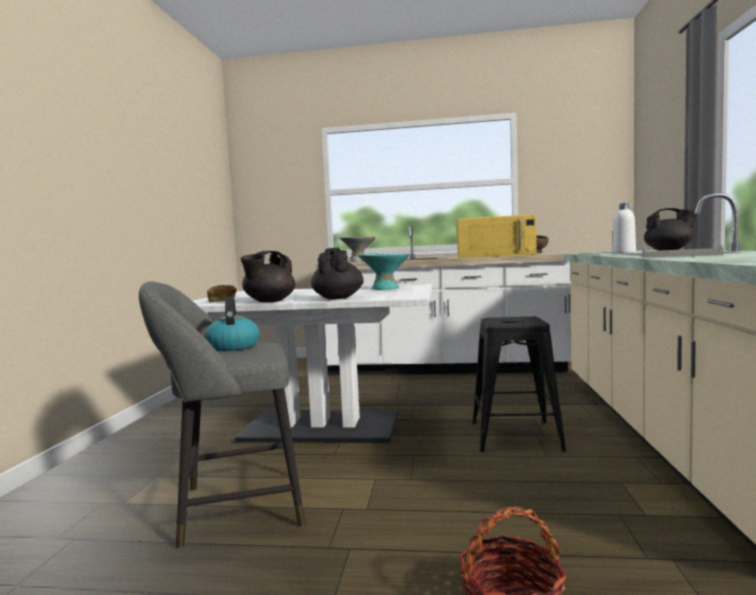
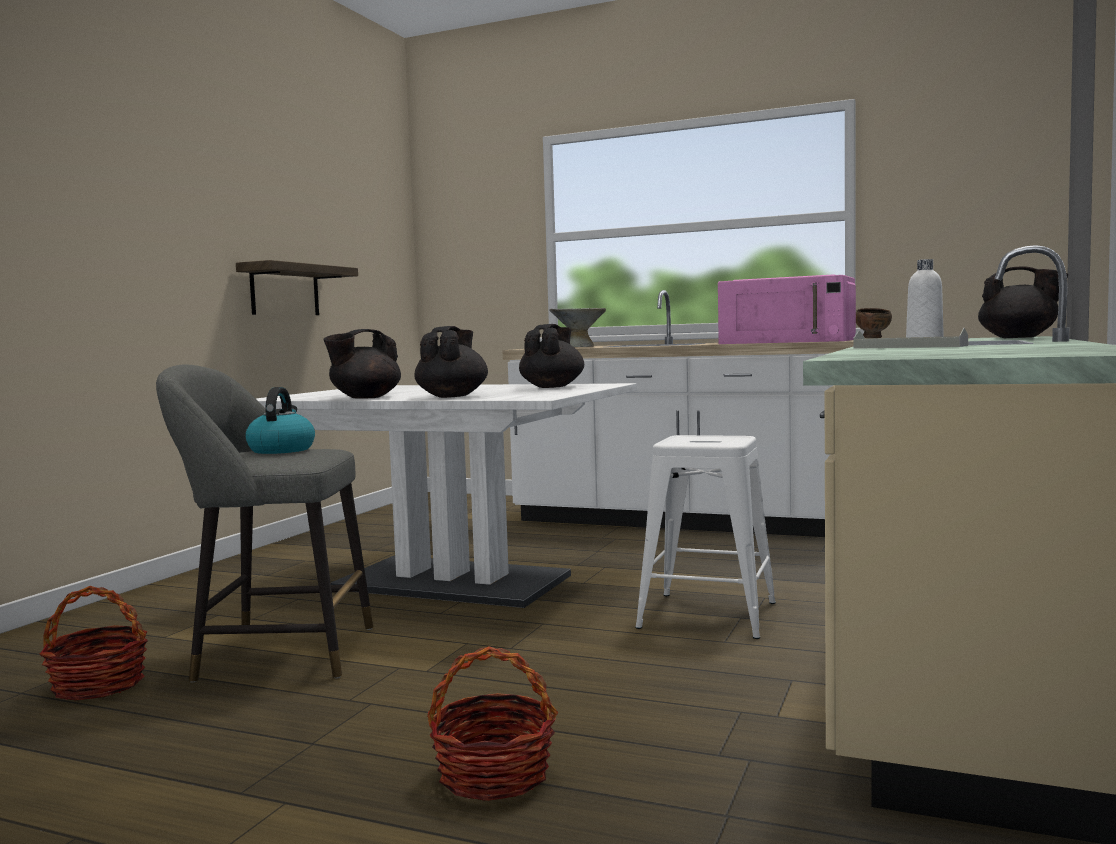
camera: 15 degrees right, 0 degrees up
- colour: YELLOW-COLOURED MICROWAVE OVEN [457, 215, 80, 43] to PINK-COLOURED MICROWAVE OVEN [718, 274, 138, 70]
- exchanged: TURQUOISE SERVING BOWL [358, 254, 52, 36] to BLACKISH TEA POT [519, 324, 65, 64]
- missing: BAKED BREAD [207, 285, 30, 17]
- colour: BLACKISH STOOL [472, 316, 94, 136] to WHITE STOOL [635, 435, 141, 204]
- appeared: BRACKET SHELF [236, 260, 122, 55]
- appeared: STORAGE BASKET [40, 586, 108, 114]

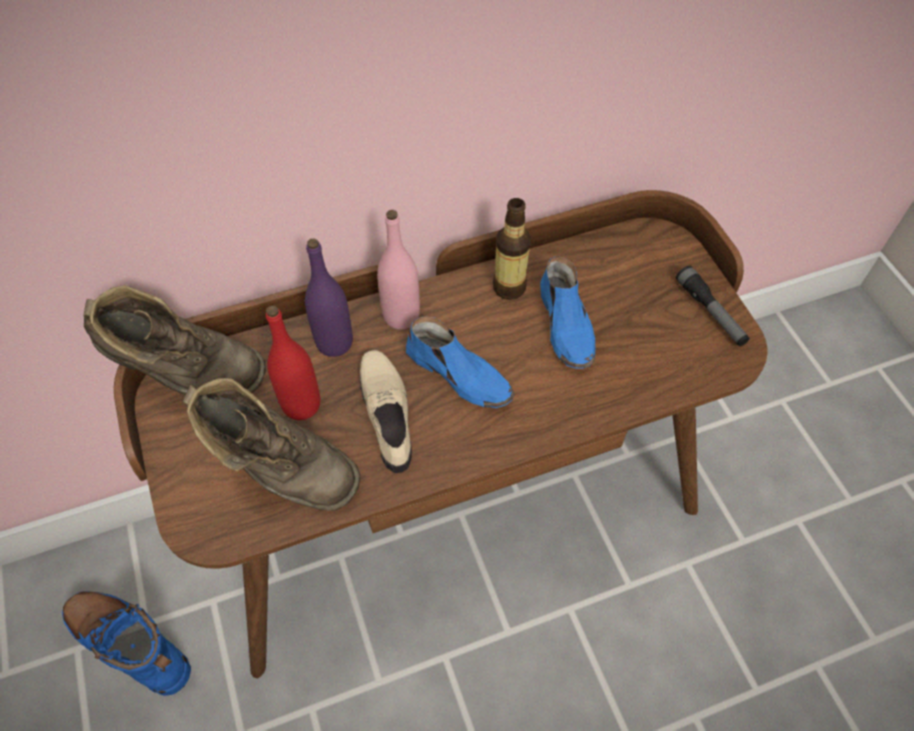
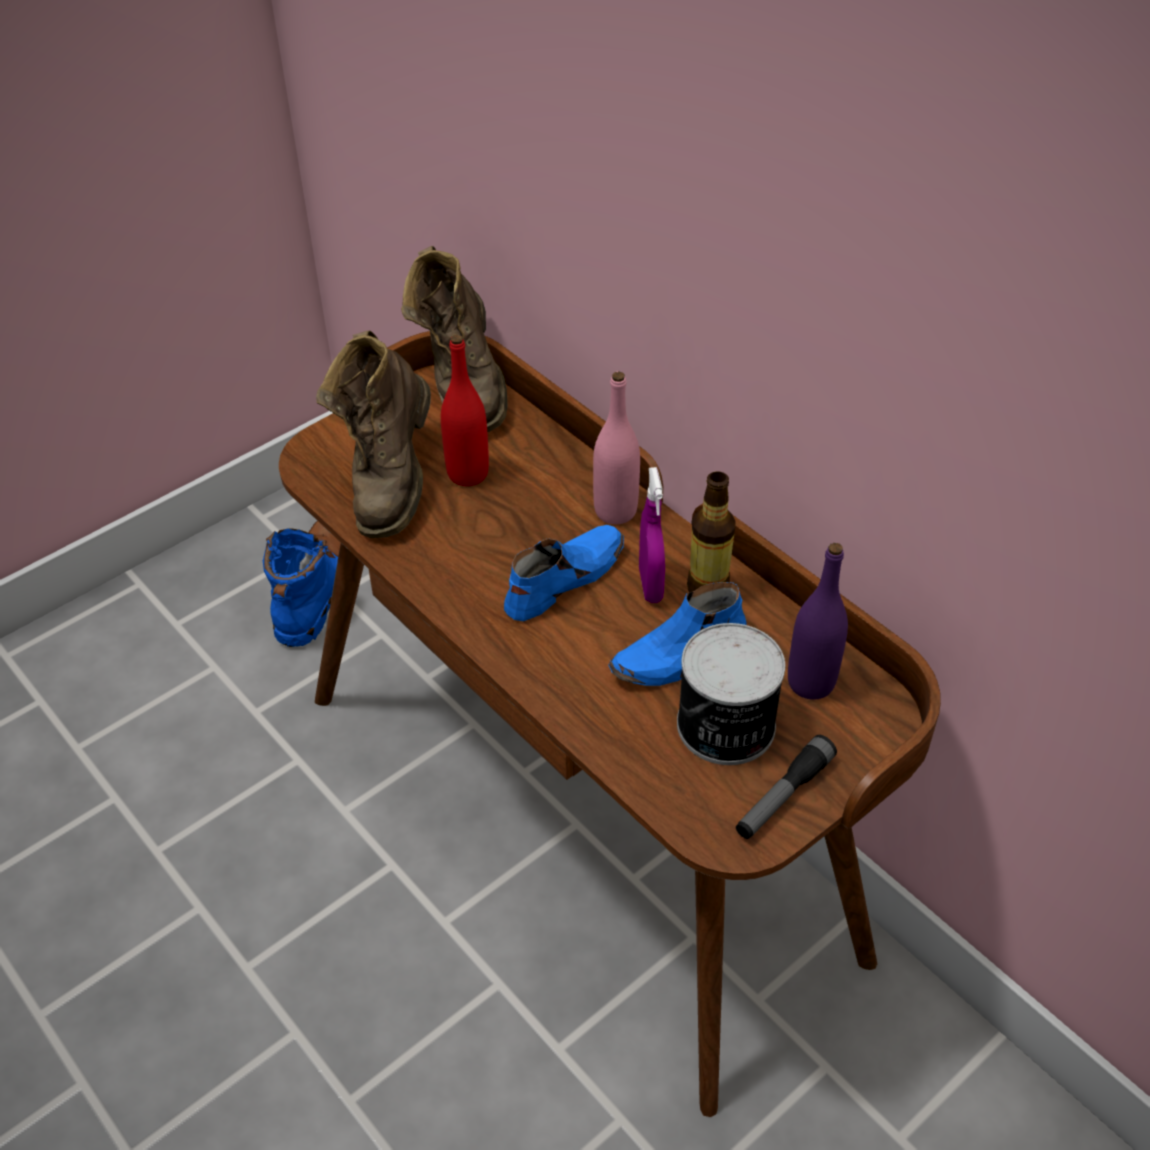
camera: 70 degrees right, 10 degrees down
- relocated: PURPLE BEVERAGE BOTTLE [305, 238, 48, 119] to [788, 543, 60, 157]
- spun: BLUISH LOW SHOE [406, 316, 109, 92] = [504, 525, 120, 96] 150 degrees counterclockwise
- missing: SAND-COLOURED LOW SHOE [360, 350, 52, 123]
- appeared: PURPLE HAND SPRAYER [639, 467, 26, 136]
- appeared: METAL CAN [677, 623, 108, 142]

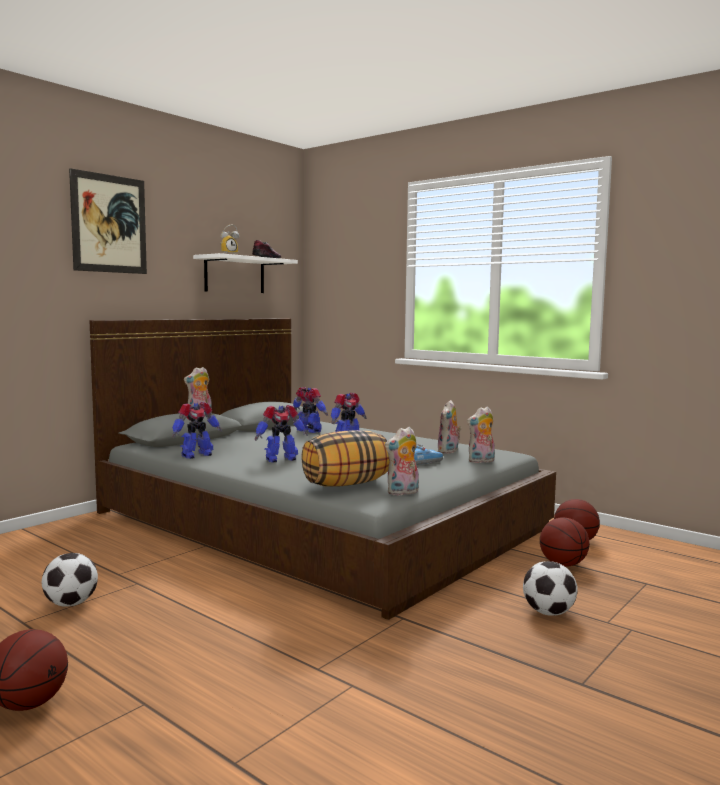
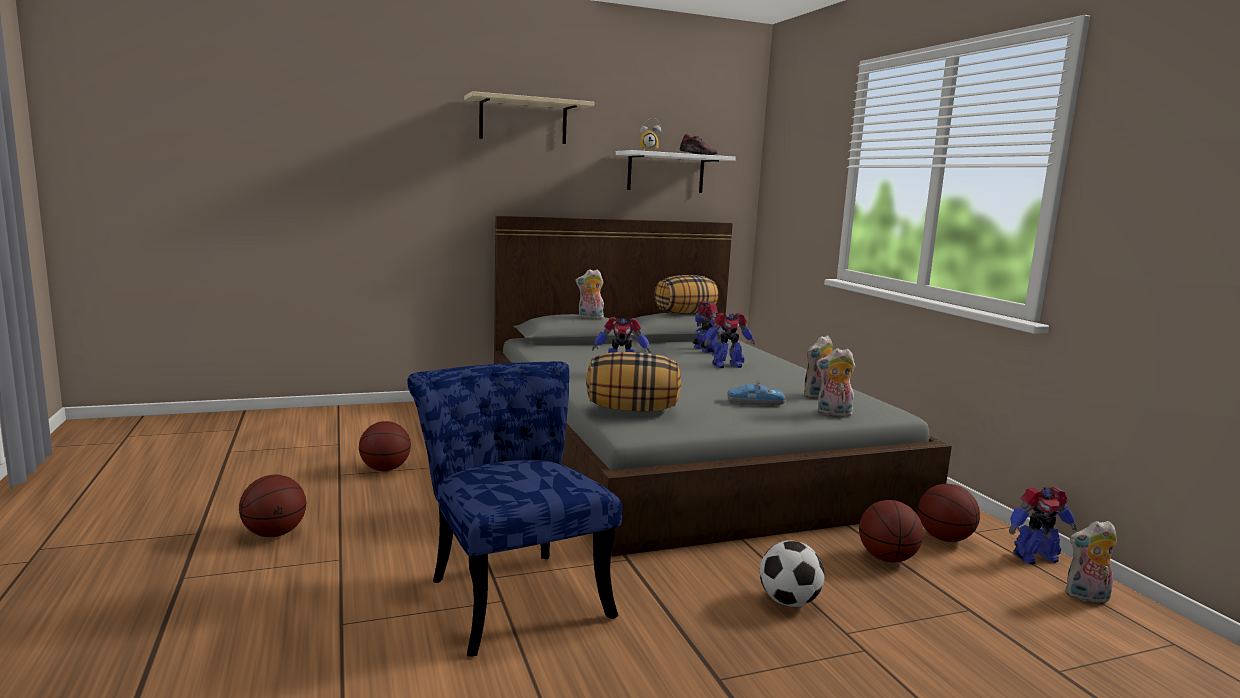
camera: 30 degrees right, 5 degrees up
- exchanged: WALL ART [69, 168, 78, 106] to SAND-COLOURED BRACKET SHELF [464, 91, 130, 53]
- relocated: TOY ROBOT [172, 402, 50, 57] to [1009, 487, 68, 77]
- relocated: PLUSH TOY [385, 427, 34, 68] to [1065, 521, 52, 82]
- exchanged: BALL FOR FOOTBALL [42, 553, 56, 54] to BASKETBALL BALL [359, 421, 52, 50]
- appeared: THROW PILLOW [655, 275, 64, 39]
- appeared: BLUISH PLAIN CHAIR [407, 361, 215, 296]

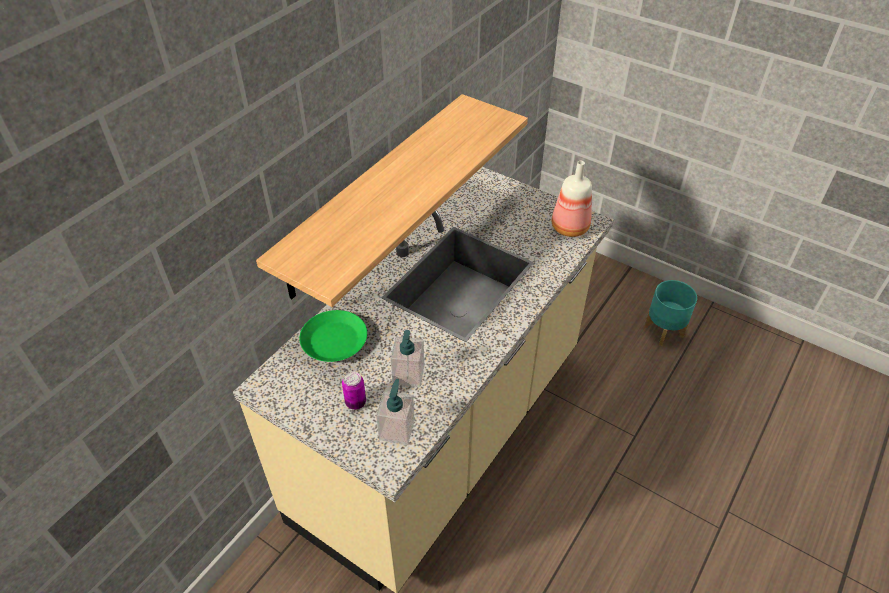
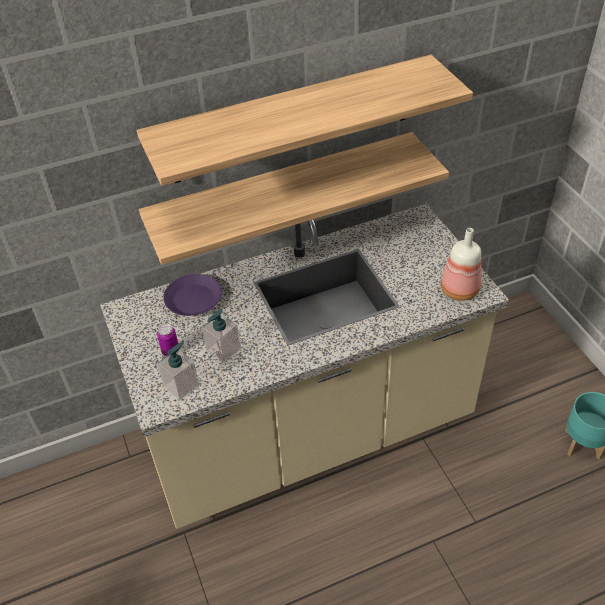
camera: 35 degrees right, 0 degrees up
- colour: GREEN-COLOURED DINNER PLATE [299, 310, 68, 52] to PURPLE DINNER PLATE [163, 274, 59, 42]
- appeared: BRACKET SHELF [137, 55, 336, 131]

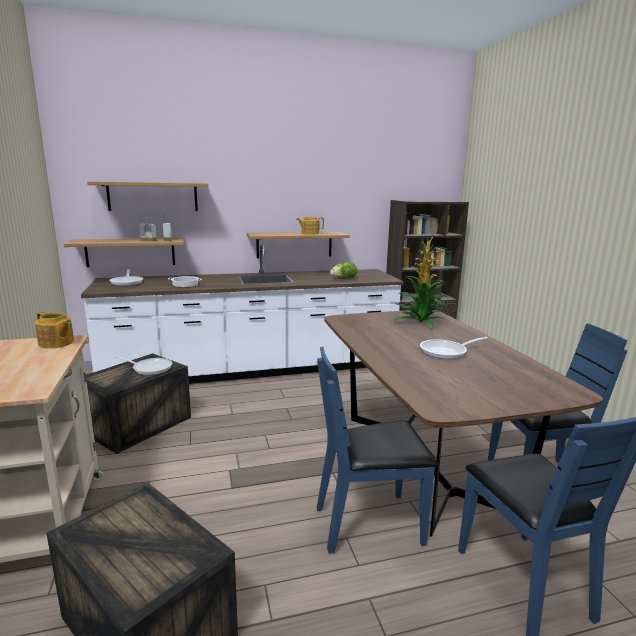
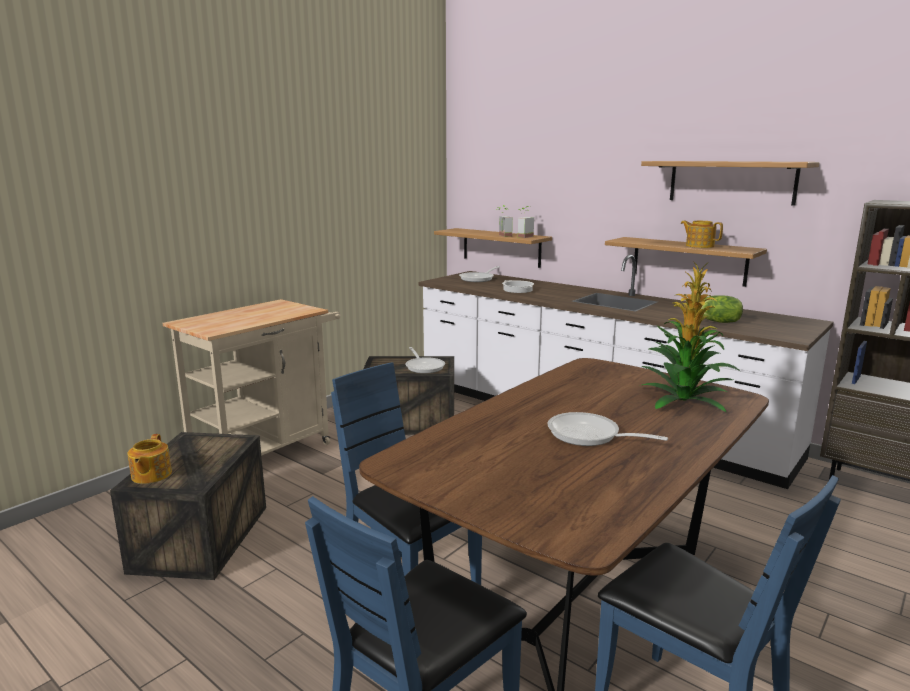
camera: 55 degrees right, 0 degrees up
- relocated: BRACKET SHELF [87, 181, 121, 30] to [641, 161, 178, 45]
- relocated: TEA POT [35, 312, 39, 36] to [128, 434, 44, 50]

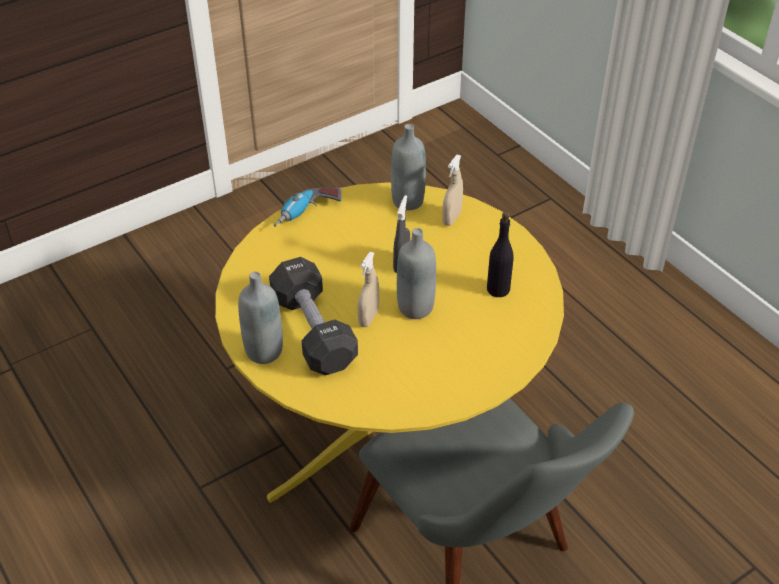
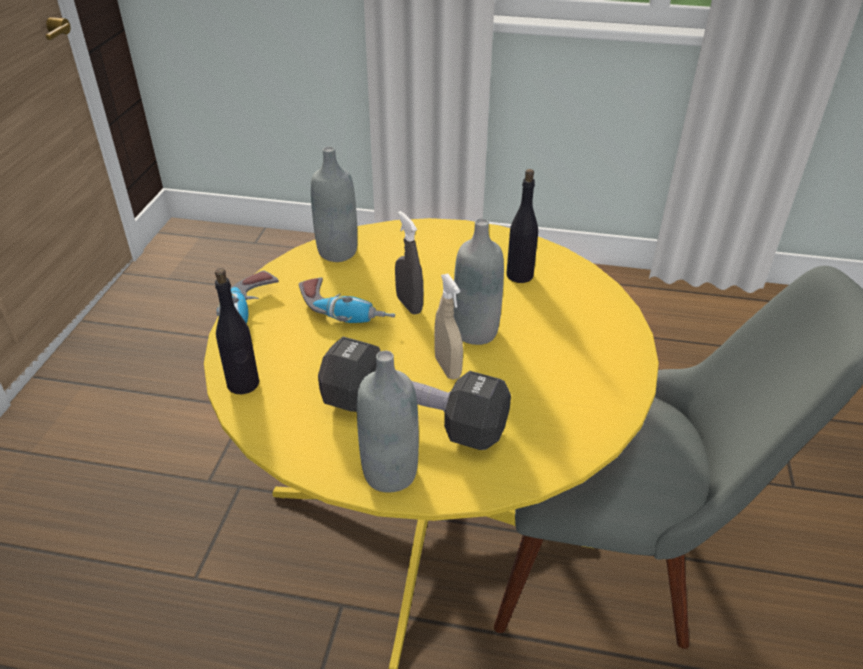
camera: 45 degrees left, 5 degrees down
- missing: SAND-COLOURED HAND SPRAYER [442, 155, 21, 71]
- appeared: BLACKISH BEVERAGE BOTTLE [215, 268, 44, 126]
- appeared: ELECTRIC DRILL [299, 277, 96, 46]

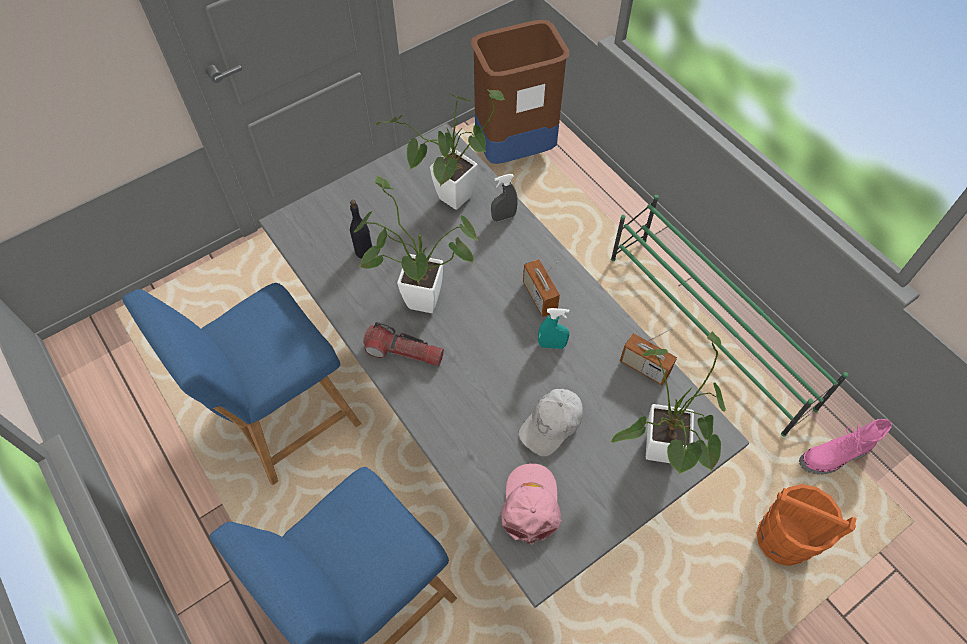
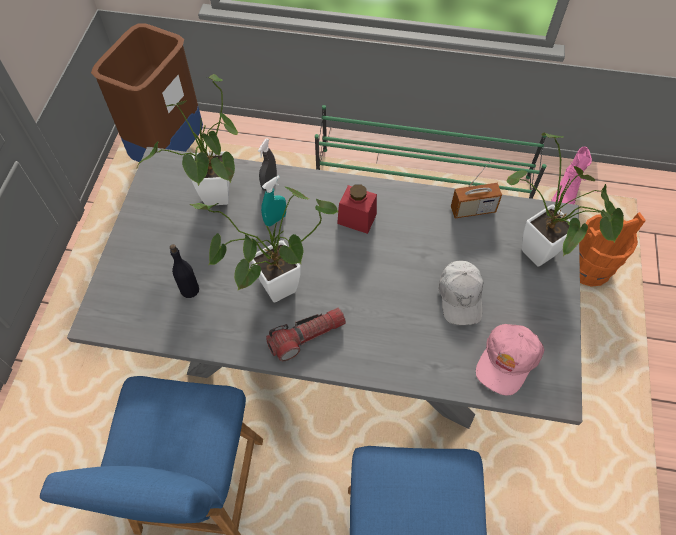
camera: 45 degrees left, 0 degrees up
- exchanged: RADIO SET [523, 259, 37, 58] to RED PRESERVE JAR [337, 184, 40, 50]
- relocated: TURQUOISE HAND SPRAYER [538, 308, 31, 41] to [261, 175, 25, 51]
- spun: PINK-COLOURED PEAKED CAP [501, 463, 61, 82] = [476, 324, 68, 72] 105 degrees counterclockwise

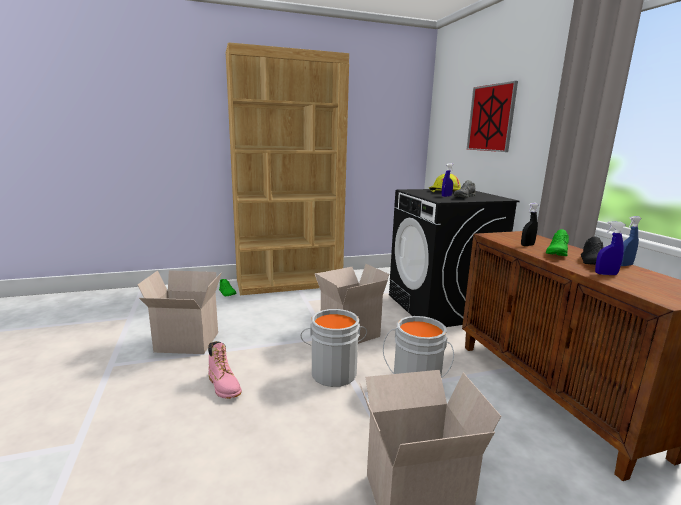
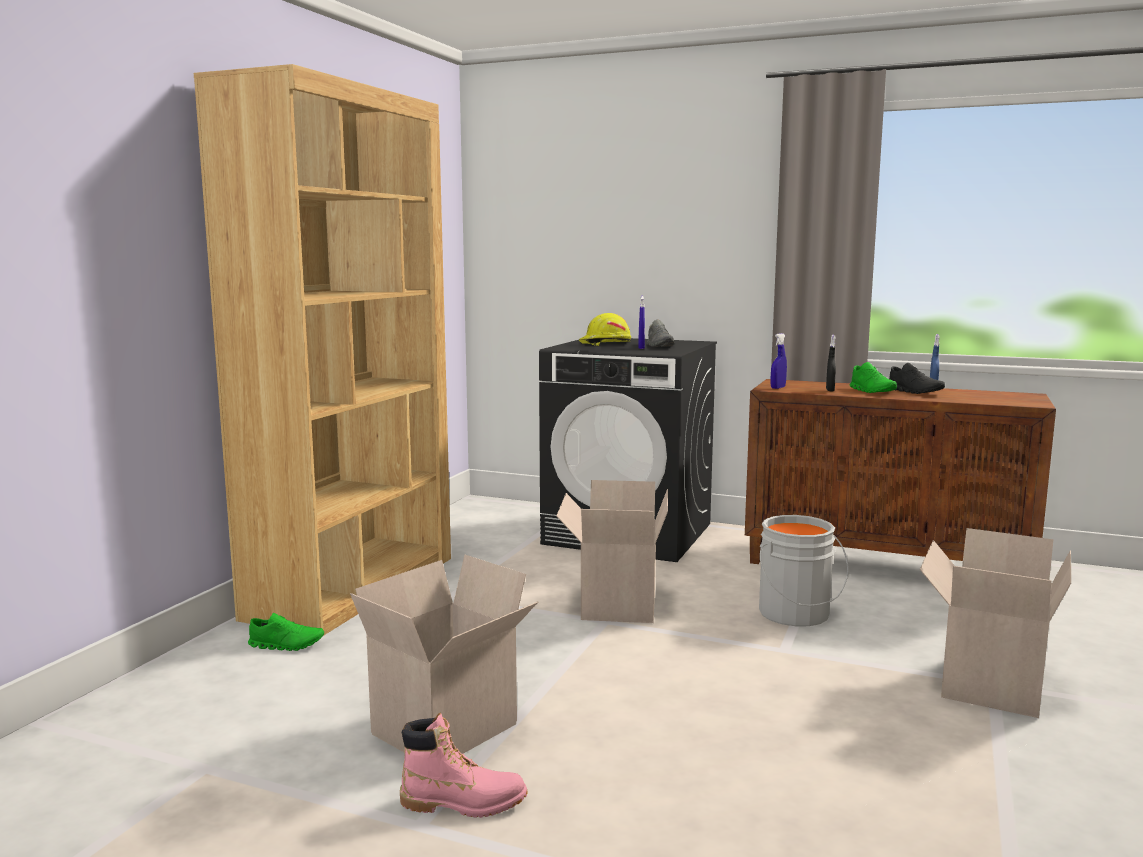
camera: 50 degrees left, 5 degrees down
- missing: WALL ART [467, 81, 51, 71]
- relocated: BLUISH HAND SPRAYER [595, 221, 30, 54] to [771, 333, 16, 56]
- missing: GREYISH PAIL [300, 309, 67, 78]
- relocated: PINK-COLOURED BOOT [208, 341, 34, 58] to [400, 713, 127, 105]

